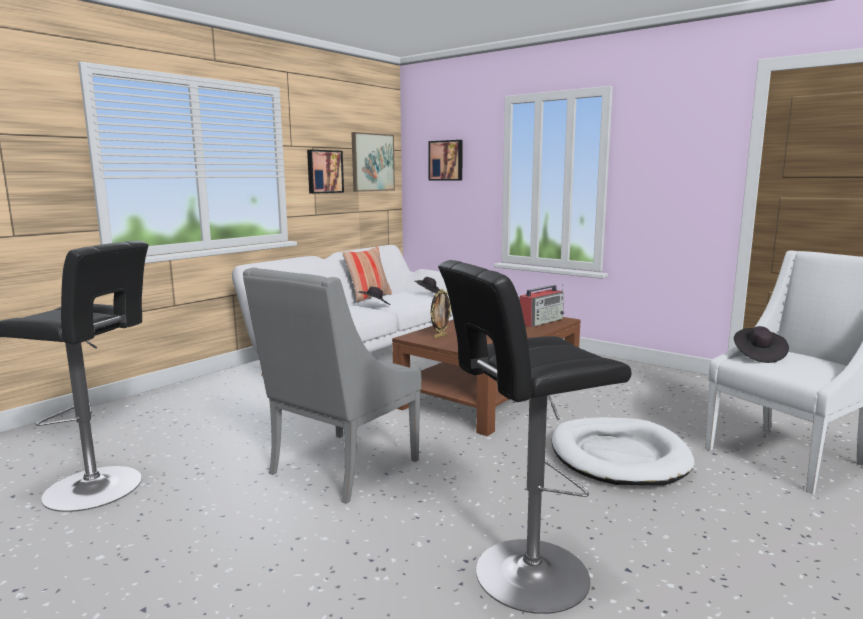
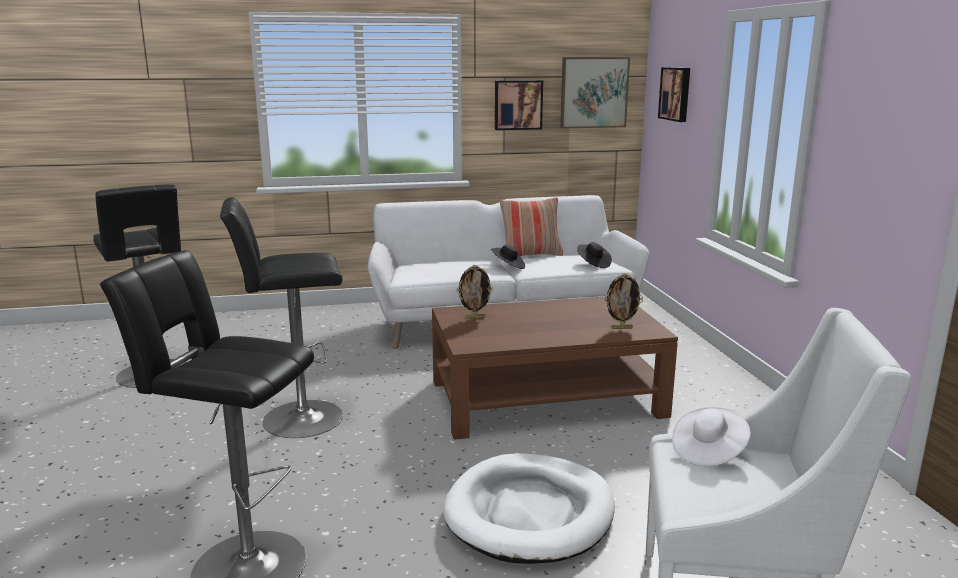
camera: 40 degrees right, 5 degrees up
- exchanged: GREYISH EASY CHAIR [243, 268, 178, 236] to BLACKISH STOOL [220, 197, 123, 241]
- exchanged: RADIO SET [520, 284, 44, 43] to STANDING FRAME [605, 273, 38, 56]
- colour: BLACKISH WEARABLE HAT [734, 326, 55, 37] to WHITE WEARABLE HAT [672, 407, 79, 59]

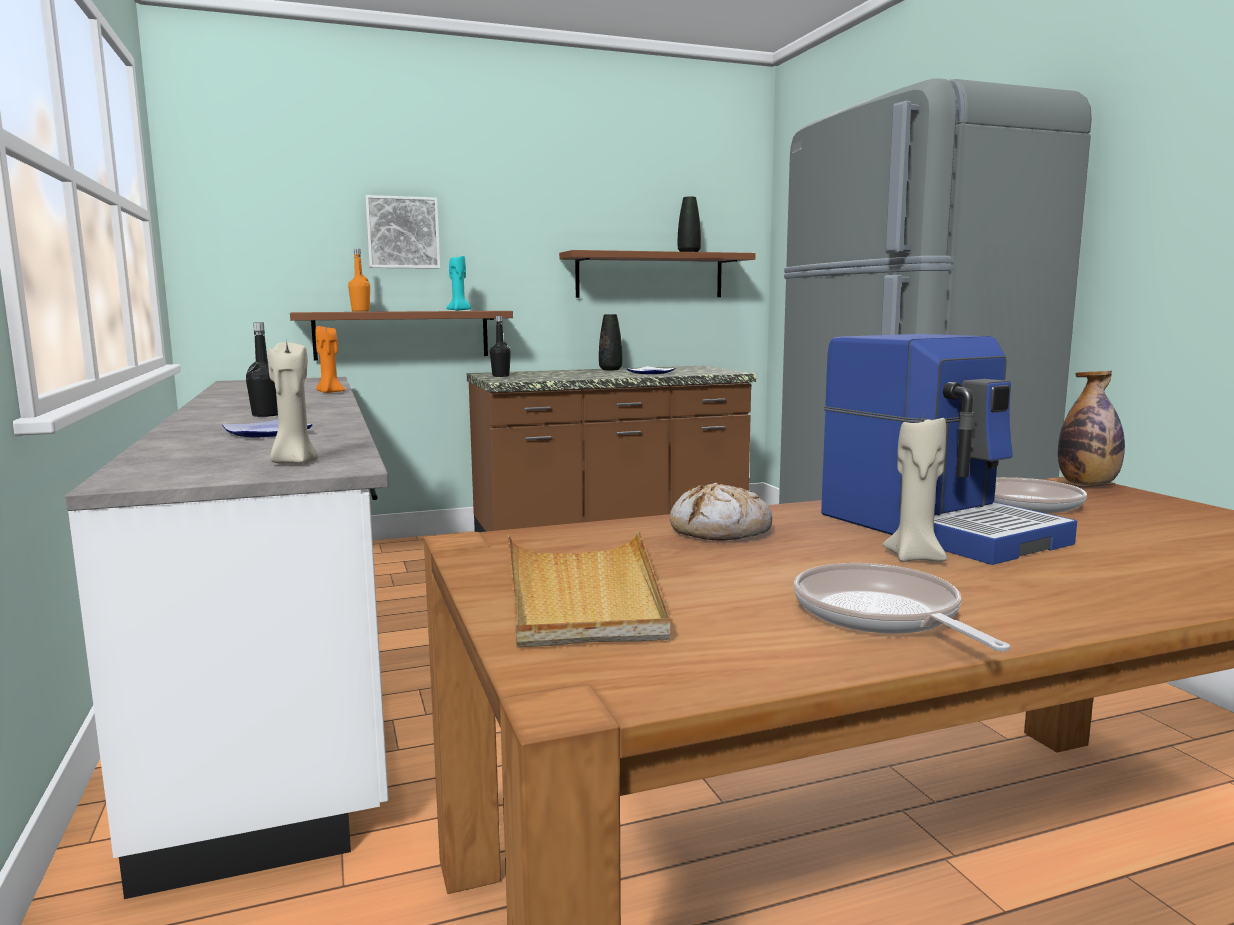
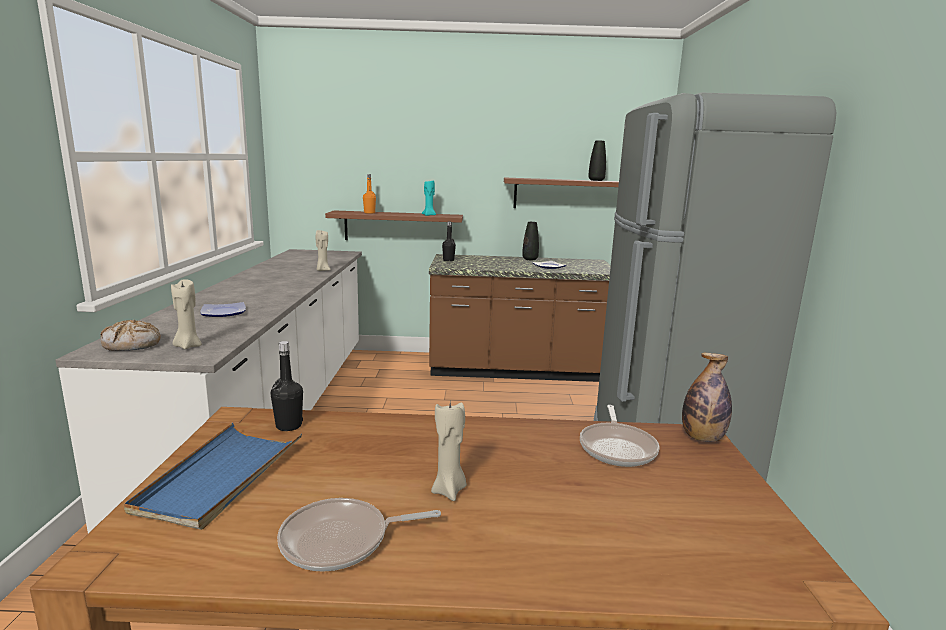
camera: 20 degrees right, 5 degrees up
- missing: WALL ART [365, 195, 75, 74]
- relocated: BLACKISH BEVERAGE BOTTLE [246, 322, 32, 95] to [271, 341, 32, 90]
- colour: ORANGEY WAX LIGHT [316, 326, 29, 67] to SAND-COLOURED WAX LIGHT [316, 230, 15, 41]
- missing: COFFEE MACHINE [821, 334, 256, 231]
- relocated: BAKED BREAD [670, 482, 102, 59] to [100, 320, 61, 31]
- colour: SAND-COLOURED TRAY [508, 530, 162, 117] to BLUISH TRAY [124, 423, 178, 107]
- spun: FRYING PAN [794, 563, 217, 89] = [277, 498, 164, 74] 105 degrees counterclockwise

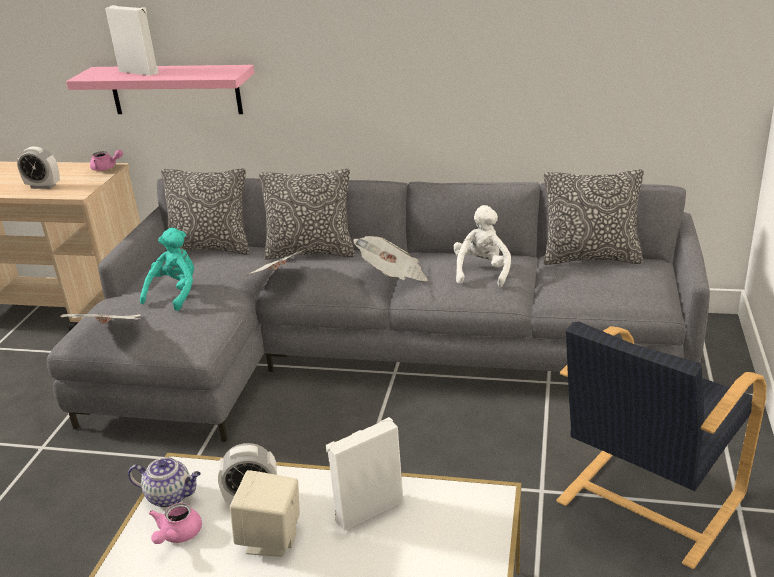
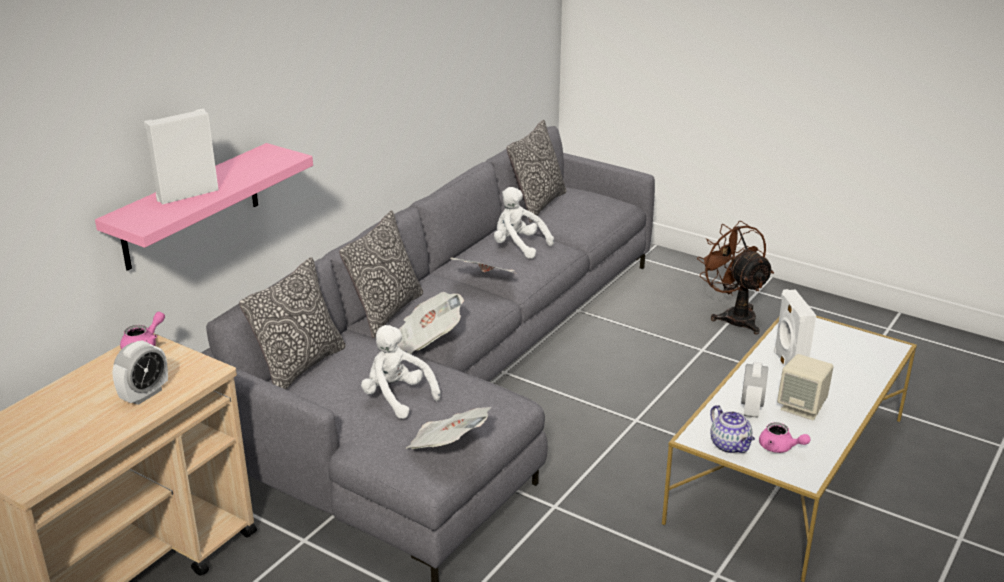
camera: 70 degrees left, 0 degrees up
- colour: TURQUOISE PLUSH TOY [140, 228, 54, 83] to WHITE PLUSH TOY [361, 325, 80, 94]
- exchanged: BLACKISH EASY CHAIR [556, 322, 210, 247] to BROWN-COLOURED COOLING FAN [697, 220, 77, 114]
- spun: TEA POT [128, 457, 73, 50] = [710, 405, 45, 48] 120 degrees clockwise

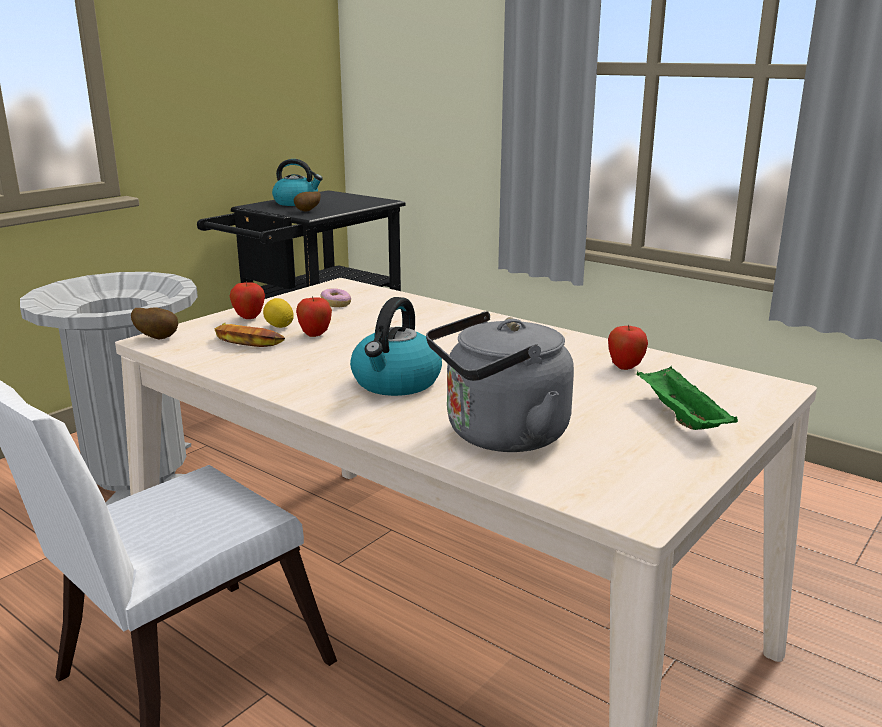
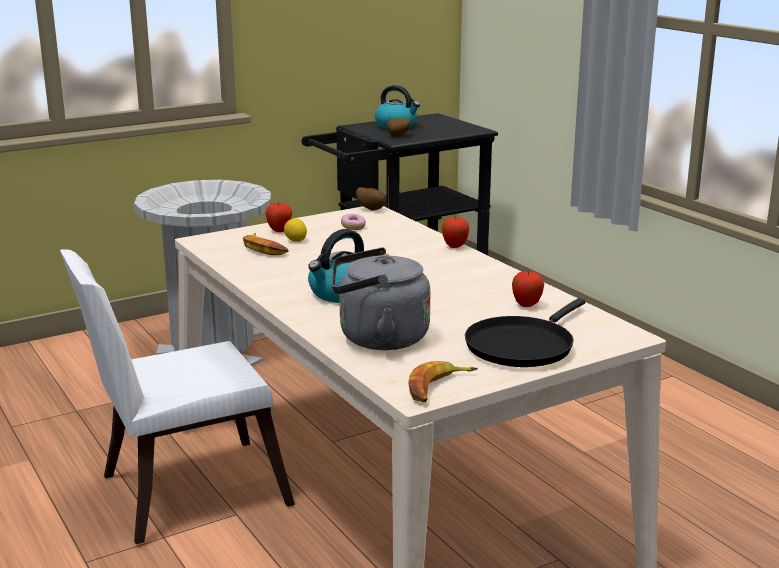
camera: 20 degrees right, 0 degrees up
- relocated: APPLE [296, 296, 36, 41] to [442, 216, 27, 32]
- relocated: SPUD [131, 307, 47, 33] to [356, 187, 30, 24]
- exchanged: GREEN-COLOURED TRAY [636, 366, 102, 64] to BLACKISH FRYING PAN [465, 298, 121, 69]
- appeared: BANANA FRUIT [408, 361, 70, 41]

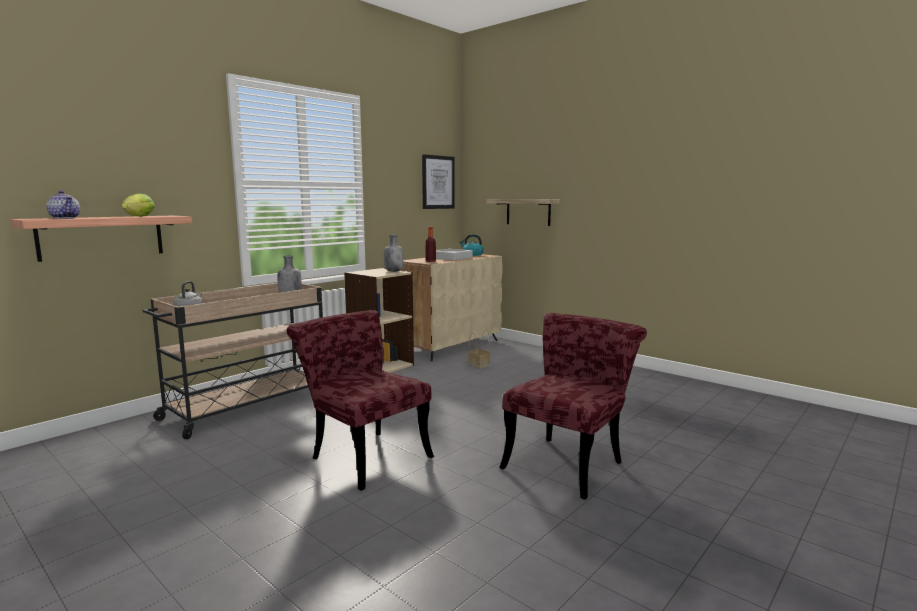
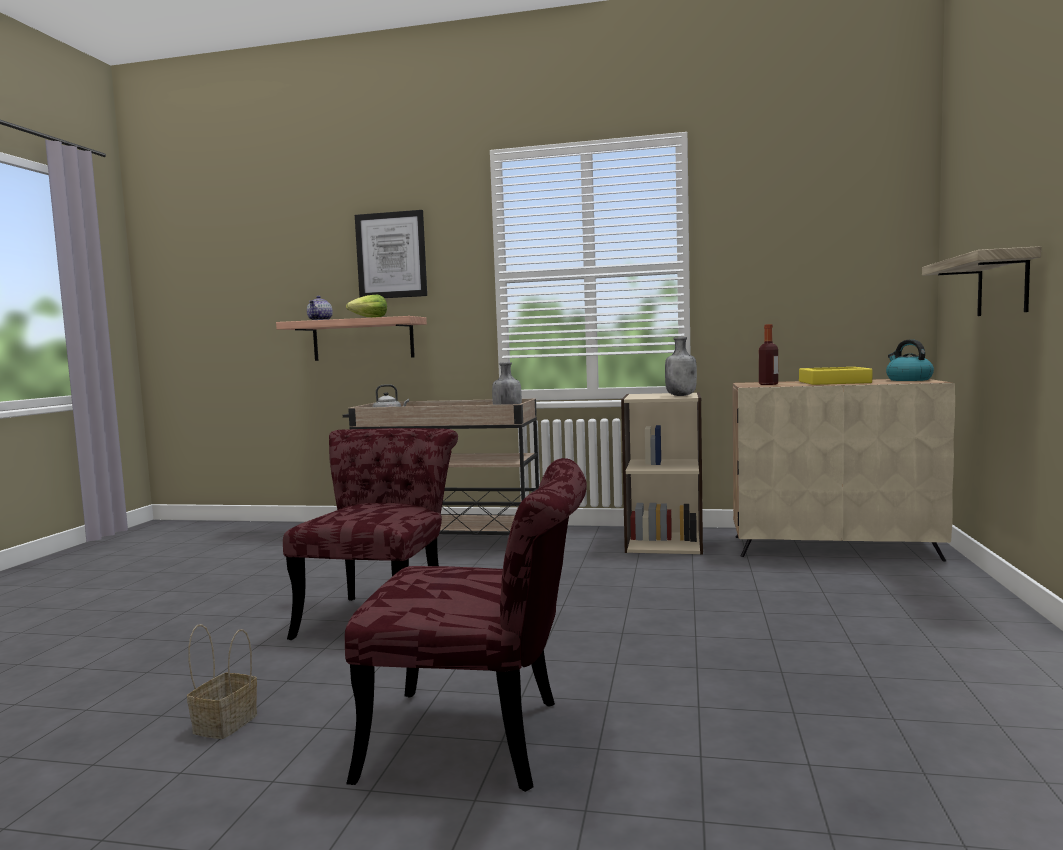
camera: 60 degrees right, 5 degrees down
- relocated: WALL ART [422, 154, 33, 55] to [355, 210, 72, 88]
- colour: GREYISH TRAY [436, 249, 37, 11] to YELLOW-COLOURED TRAY [799, 367, 73, 18]
- relocated: STORAGE BASKET [468, 332, 23, 37] to [187, 624, 70, 115]

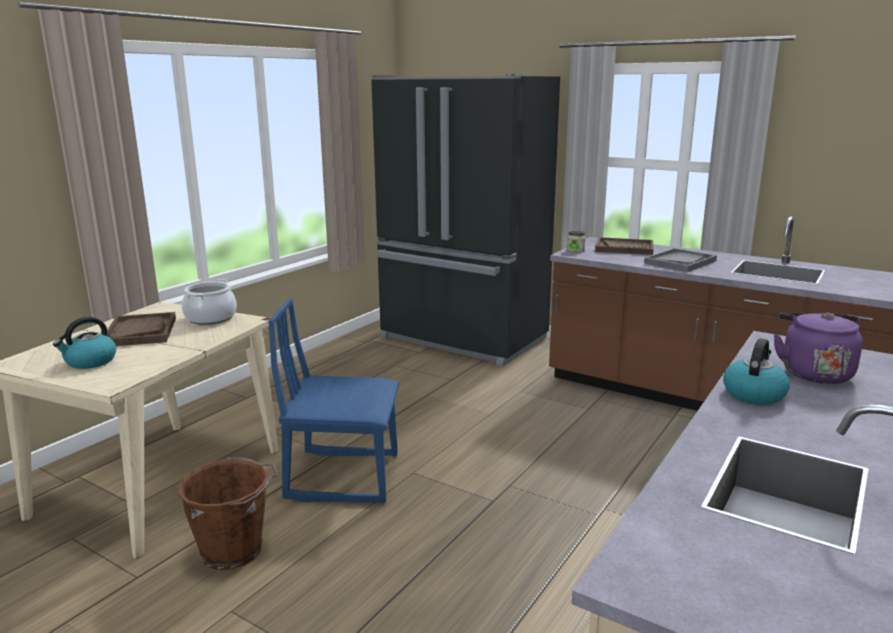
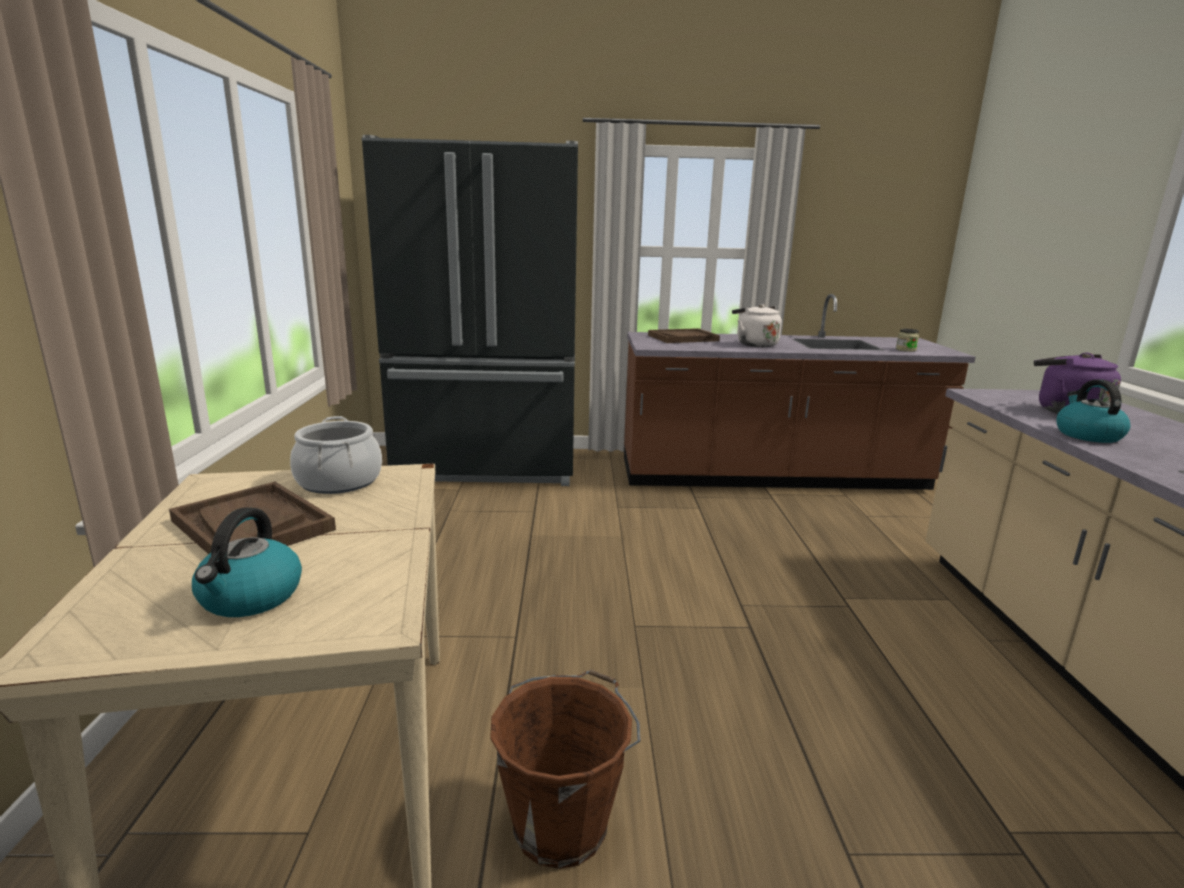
camera: 35 degrees left, 0 degrees up
- relocated: PRESERVE JAR [567, 231, 19, 21] to [896, 329, 23, 23]
- exchanged: GREYISH TRAY [644, 248, 73, 24] to WHITE TEA KETTLE [732, 304, 50, 43]
- missing: BLUISH PLAIN CHAIR [268, 298, 131, 205]

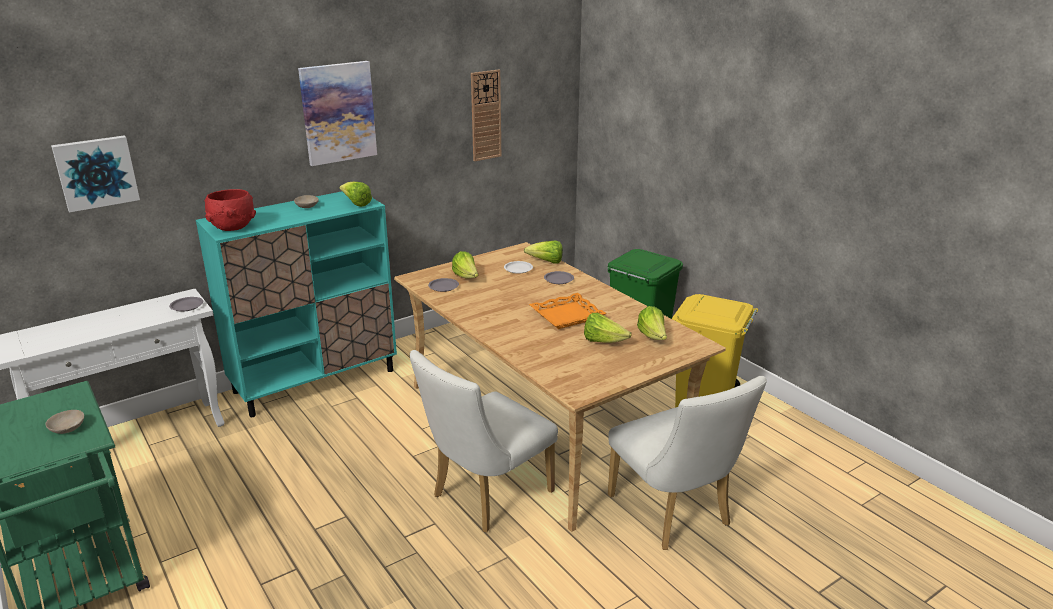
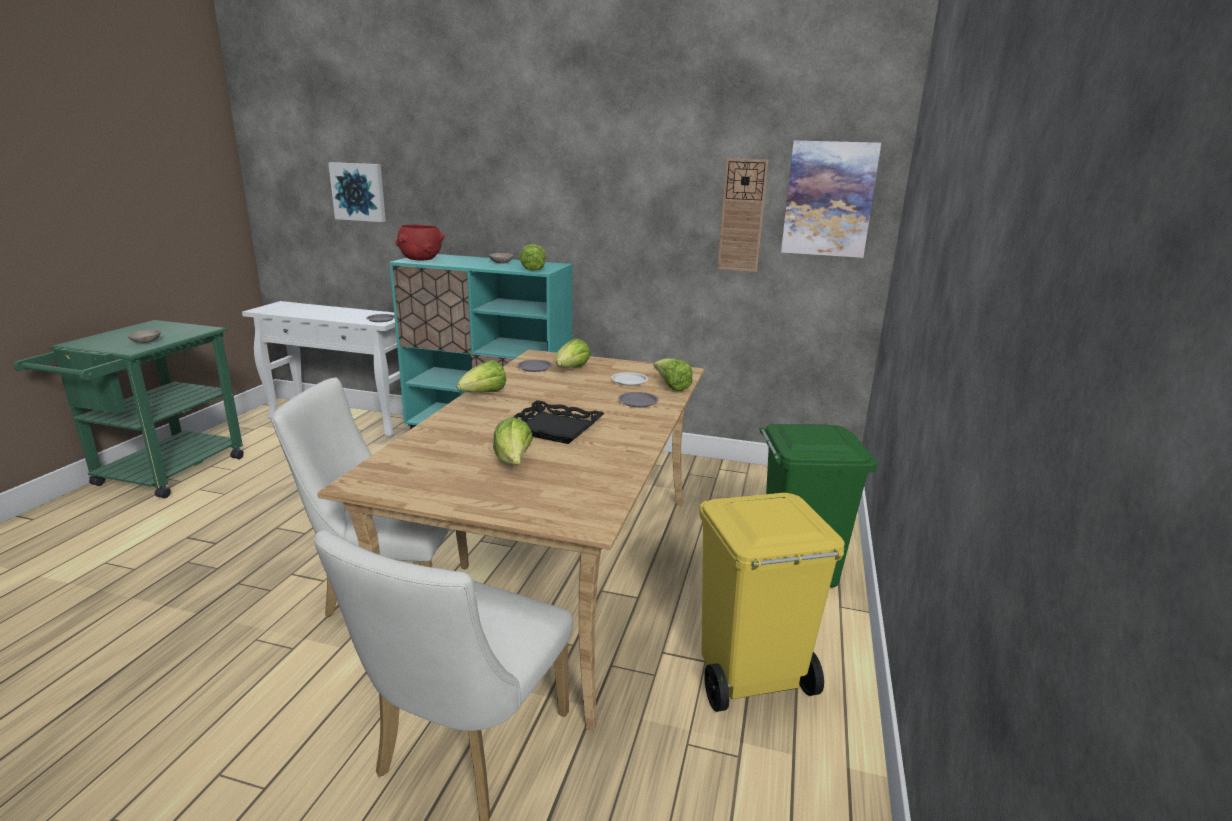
camera: 50 degrees right, 5 degrees down
- relocated: WALL ART [298, 61, 79, 105] to [781, 141, 100, 117]
- colour: ORANGEY TRAY [529, 293, 78, 36] to BLACKISH TRAY [514, 400, 90, 44]
- relocated: HEAD OF LETTUCE [637, 306, 30, 34] to [457, 360, 49, 32]

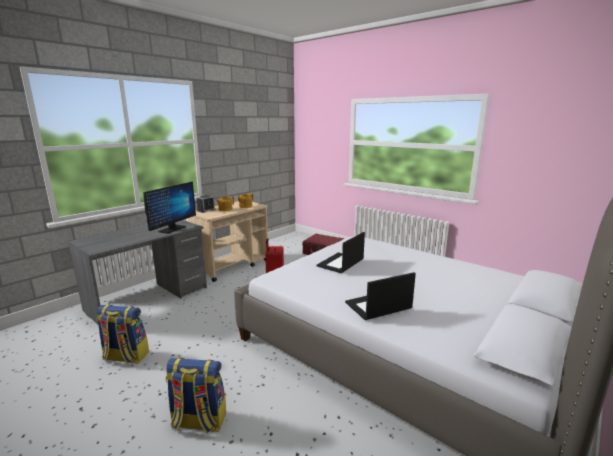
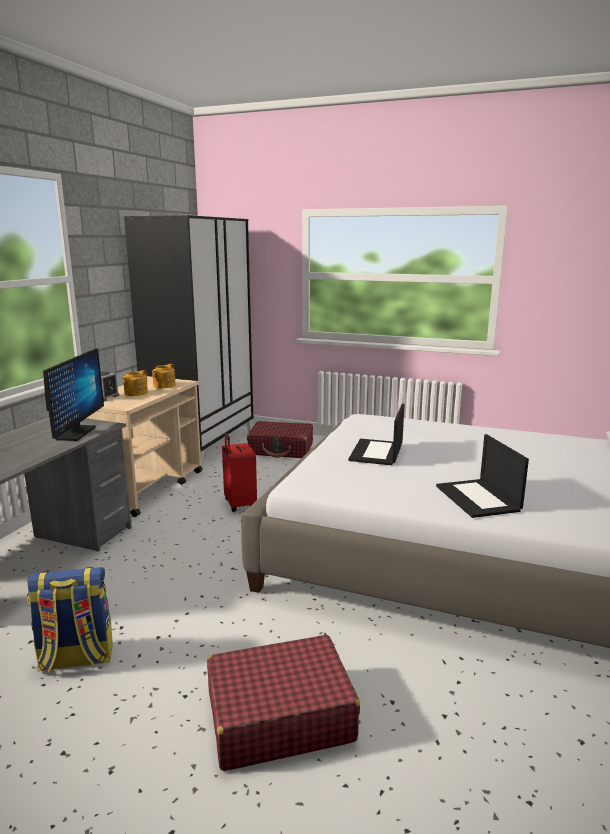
camera: 20 degrees left, 0 degrees up
- spun: NOTEBOOK COMPUTER [345, 272, 71, 48] = [436, 434, 93, 84] 60 degrees counterclockwise
- exchanged: RUCKSACK [166, 358, 60, 76] to RED TRAVEL CASE [207, 635, 153, 136]
- appeared: BLACKISH CLOTHES CUPBOARD [124, 215, 130, 252]

